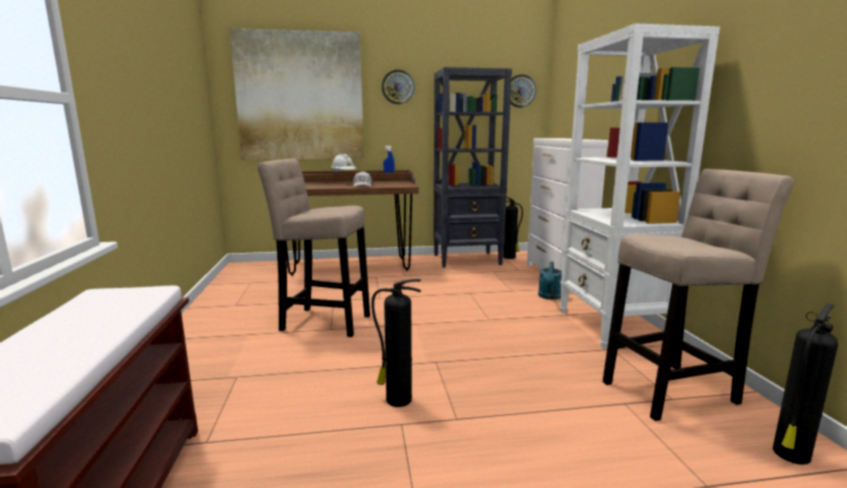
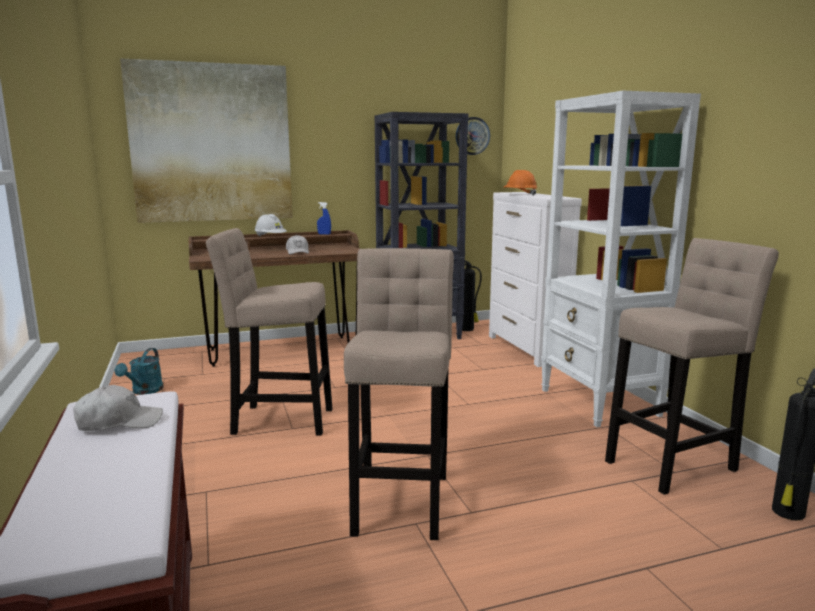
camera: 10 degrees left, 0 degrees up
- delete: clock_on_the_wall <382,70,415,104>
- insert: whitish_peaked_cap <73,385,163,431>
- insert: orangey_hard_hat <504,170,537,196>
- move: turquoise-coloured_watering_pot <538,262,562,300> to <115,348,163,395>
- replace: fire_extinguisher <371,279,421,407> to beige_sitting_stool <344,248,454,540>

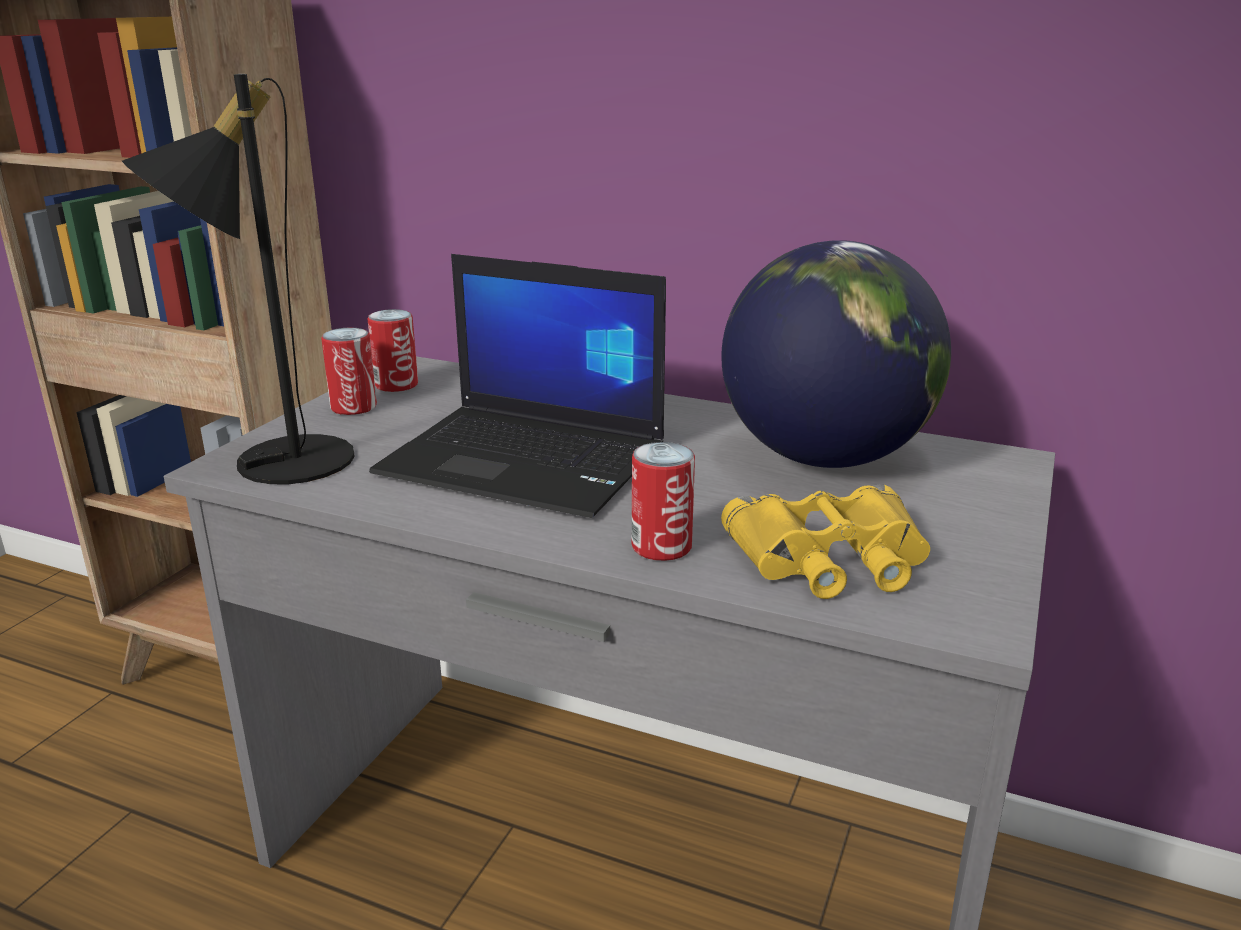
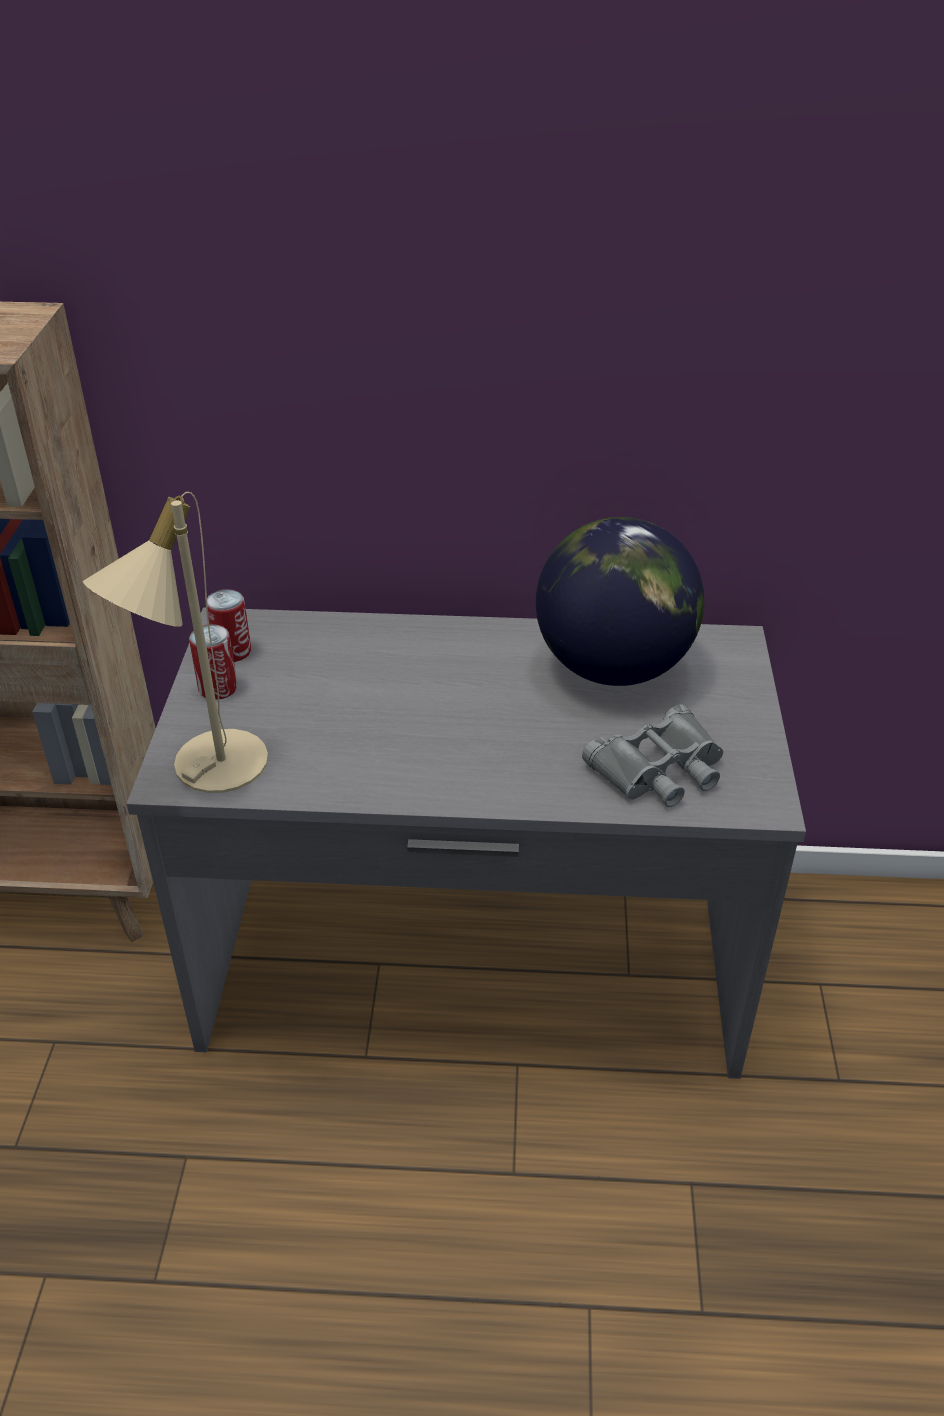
camera: 20 degrees left, 15 degrees up
- delete: notebook_computer <369,254,666,518>
- delete: metal_can <632,442,695,561>
- recolor: black-coloured_table_lamp <122,74,355,484> to beige_table_lamp <83,492,268,793>
- recolor: yellow_binoculars <721,484,930,599> to grey_binoculars <582,704,723,807>

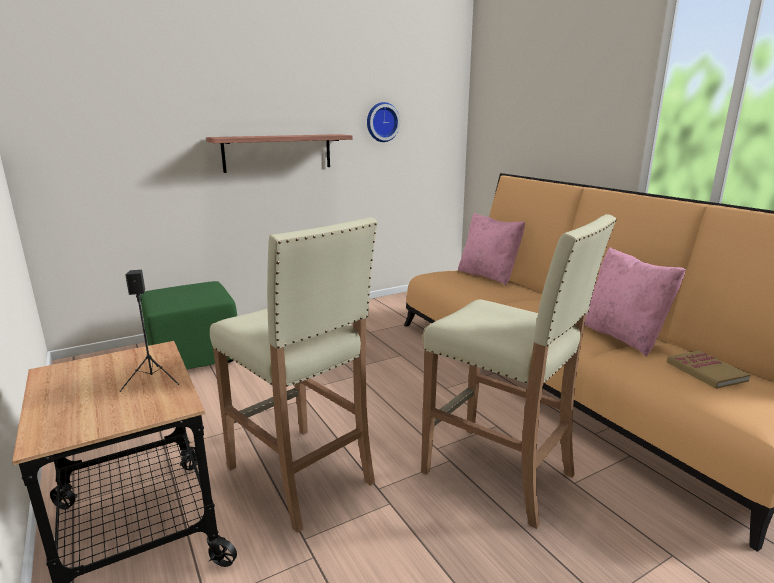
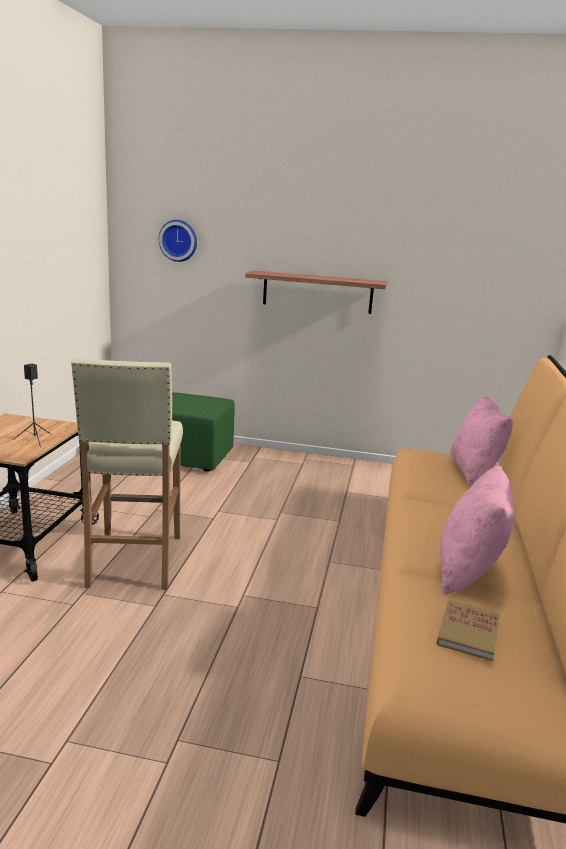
camera: 40 degrees right, 0 degrees up
- delete: beige_sitting_stool <421,214,617,529>
- move: clock_on_the_wall <367,102,400,142> to <159,220,197,262>

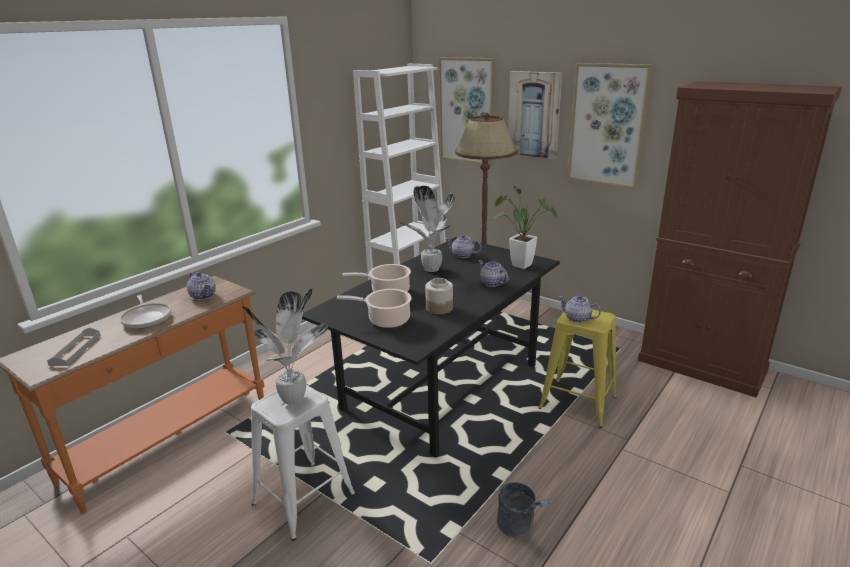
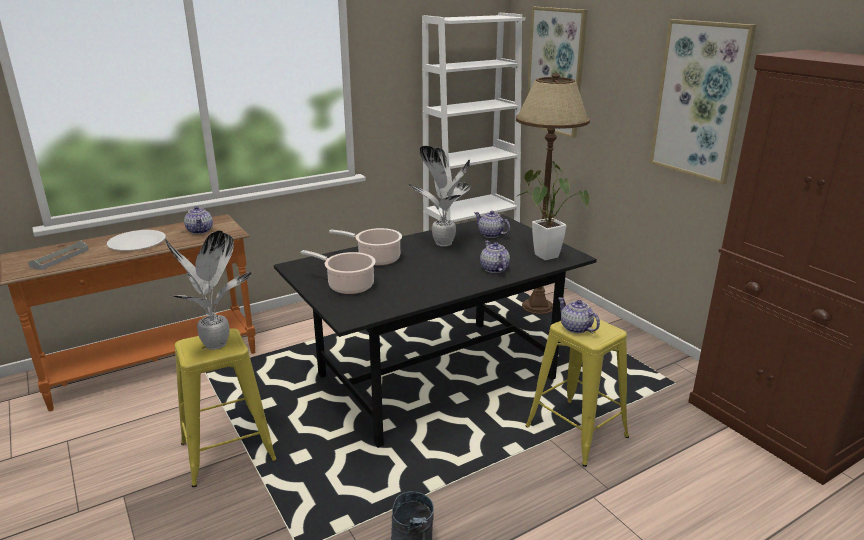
camera: 20 degrees right, 0 degrees up
- delete: preserve_jar <425,278,453,314>
- delete: picture <508,71,563,159>
- replace: skillet <120,295,171,329> to whitish_plate <107,230,166,251>
- recolor: whitish_sitting_stool <251,384,355,541> to yellow_sitting_stool <175,329,277,487>

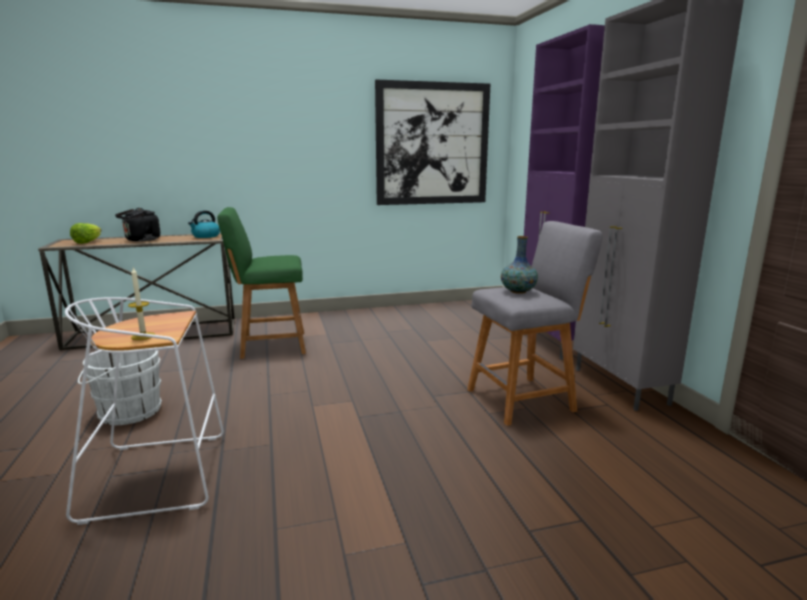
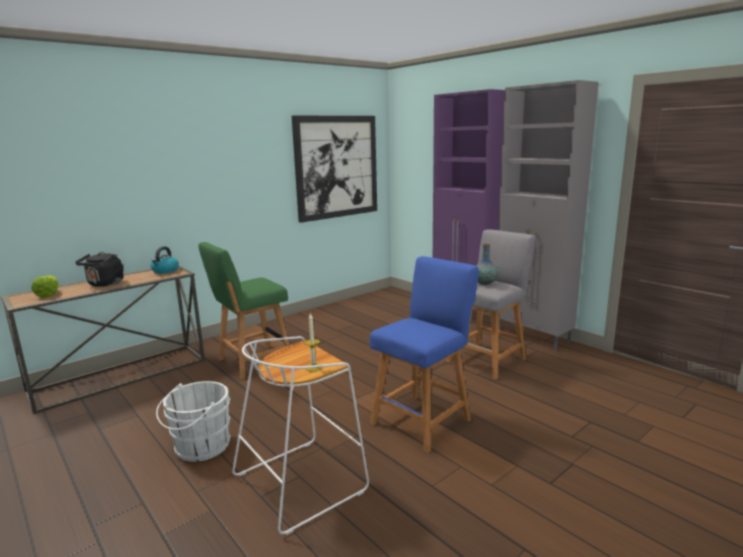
camera: 25 degrees left, 0 degrees up
- insert: bluish_sitting_stool <370,256,479,453>

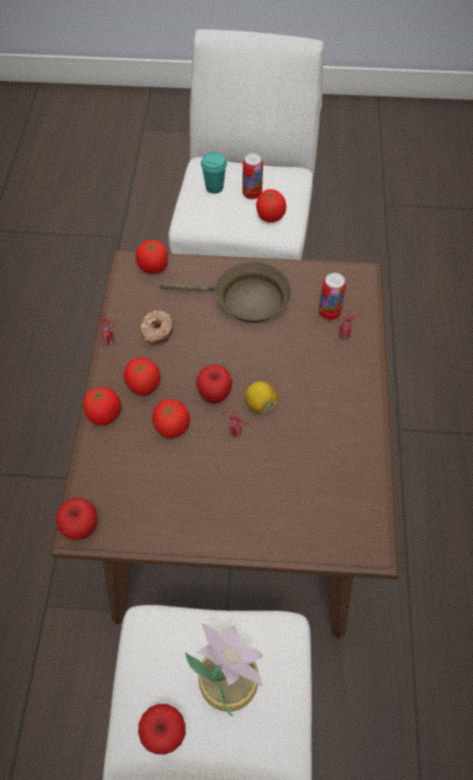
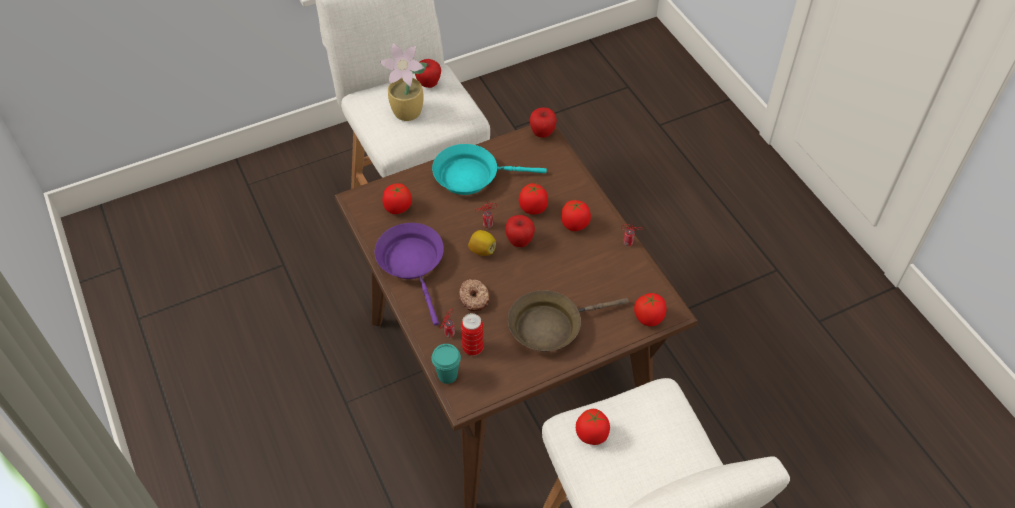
camera: 150 degrees right, 5 degrees down
- delete: metal_can <242,153,263,200>
- insert: purple-coloured_skillet <375,223,444,326>
- insert: turquoise-coloured_skillet <432,144,547,195>
- move: whole_tomato <83,387,121,425> to <382,183,412,214>
- move: donut <140,310,174,346> to <459,279,490,311>
- move: turquoise-coloured_drinking_cup <201,152,227,194> to <431,344,461,384>

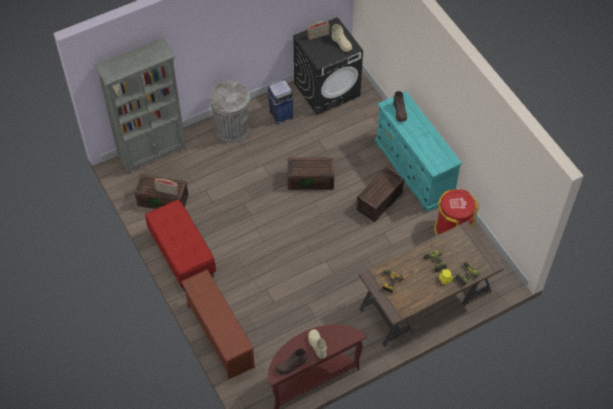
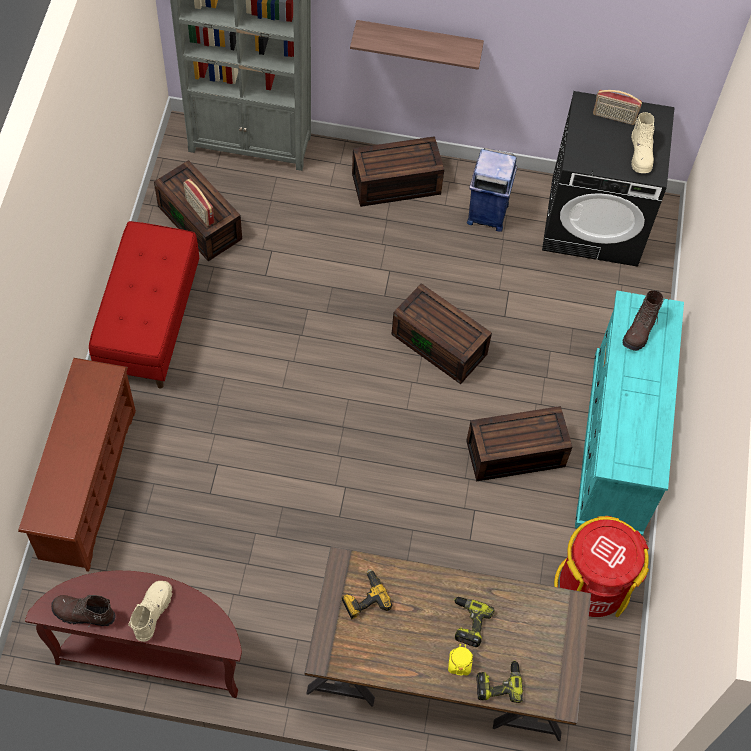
camera: 35 degrees right, 5 degrees up
- insert: shelf <350,20,484,70>
- replace: grey_waste_bin <209,81,250,142> to brownish_storage_box <352,136,444,207>

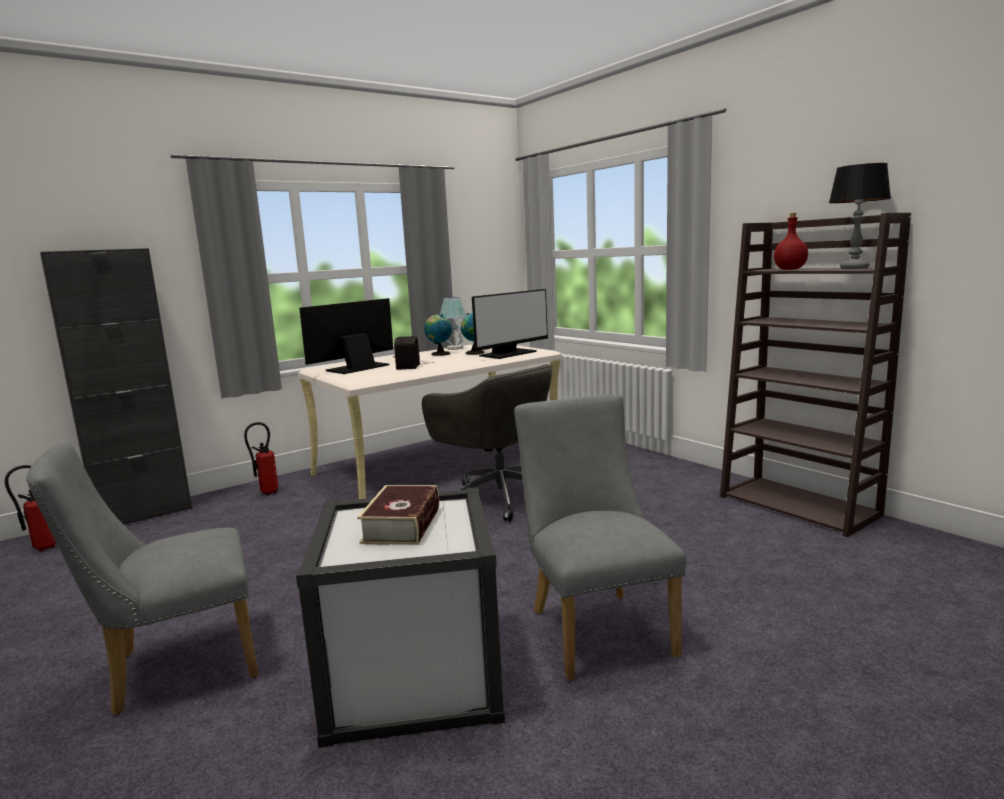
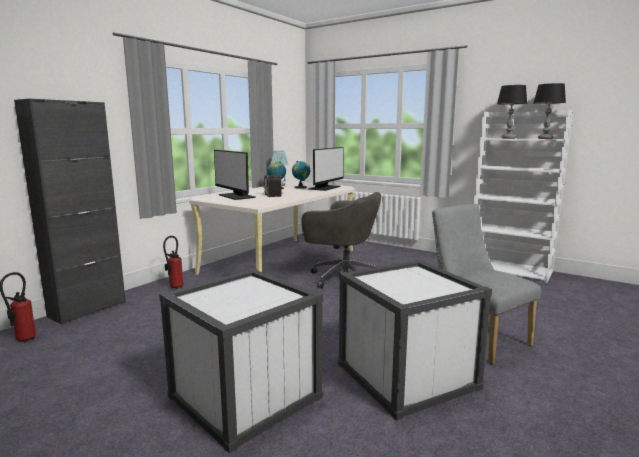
camera: 20 degrees left, 0 degrees up
- delete: bound_book <357,485,439,545>
- replace: grey_upright_chair <26,442,259,715> to whitish_storage_box <159,268,323,453>
- replace: red_beverage_bottle <774,213,808,270> to table_lamp <497,85,527,139>
- recolor: brownish_bookcase <720,213,911,537> to whitish_bookcase <474,110,573,283>
- rotate: computer_screen <299,298,393,374> = <214,150,256,200> 60 degrees counterclockwise

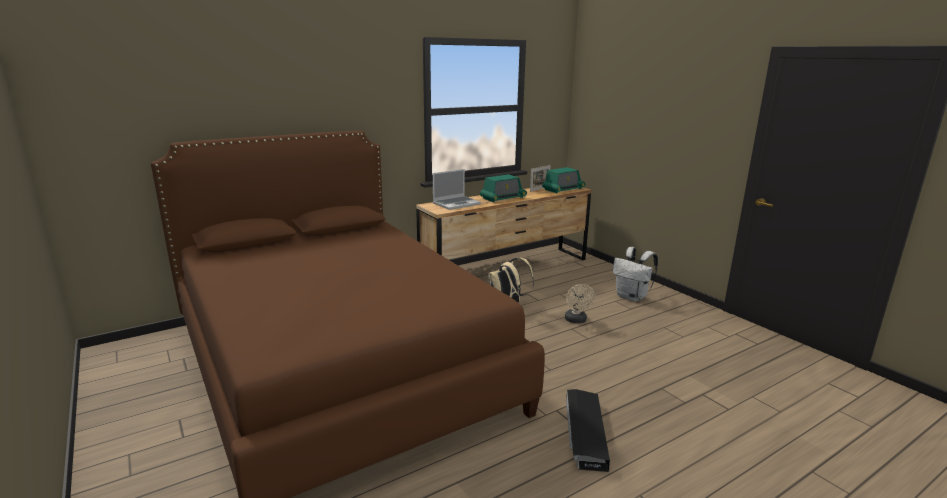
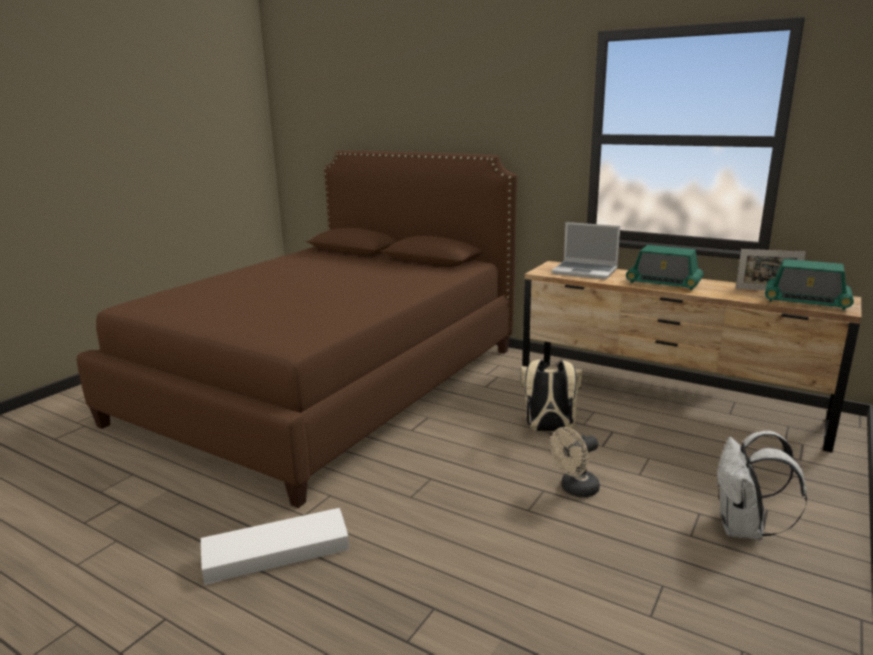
camera: 65 degrees right, 0 degrees up
- recolor: black-coloured_storage_box <566,389,610,472> to whitish_storage_box <201,508,349,585>

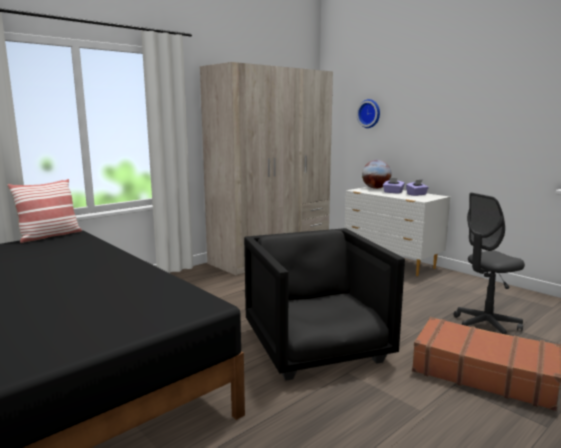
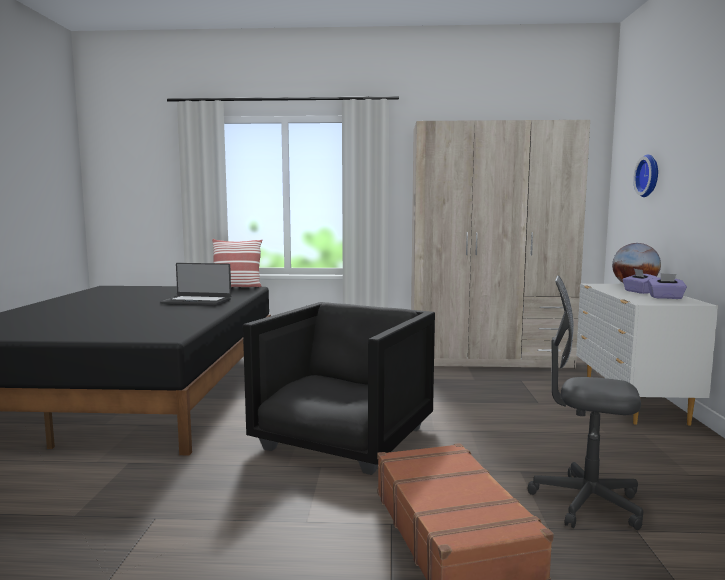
camera: 45 degrees right, 5 degrees down
- insert: notebook_computer <160,263,231,305>

